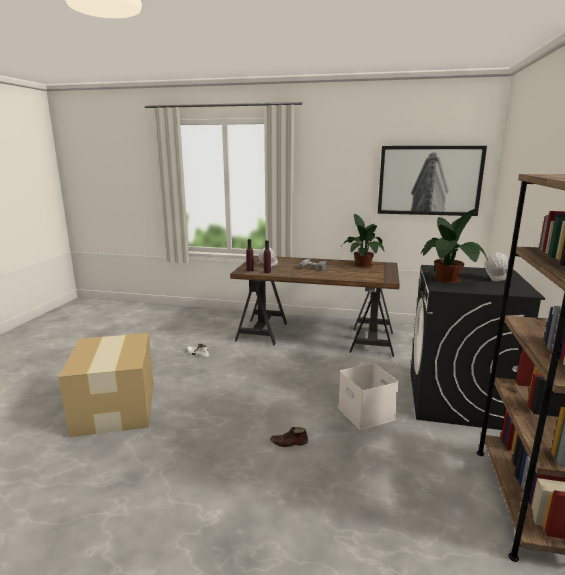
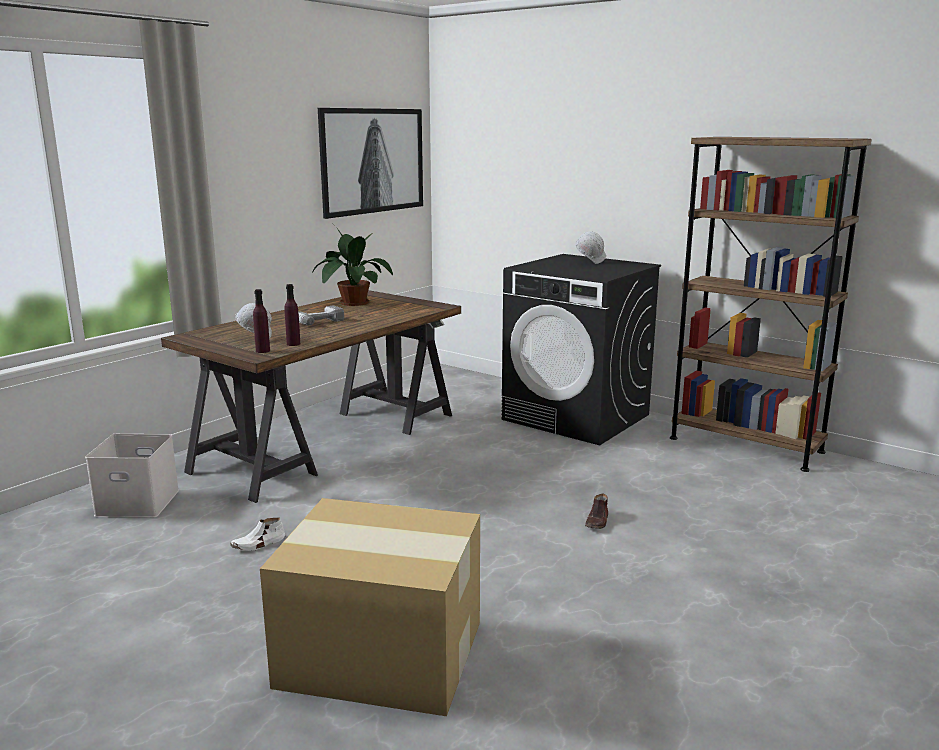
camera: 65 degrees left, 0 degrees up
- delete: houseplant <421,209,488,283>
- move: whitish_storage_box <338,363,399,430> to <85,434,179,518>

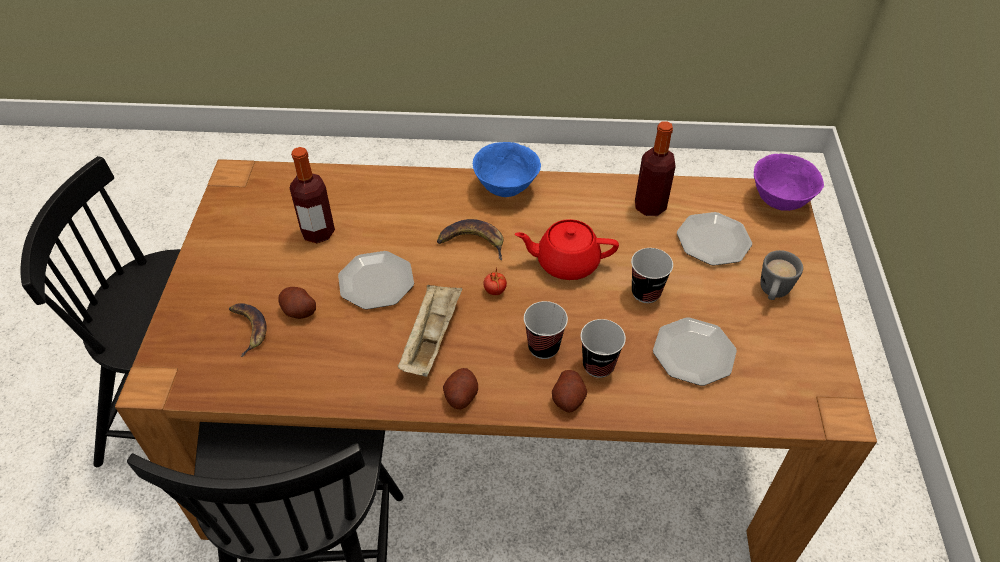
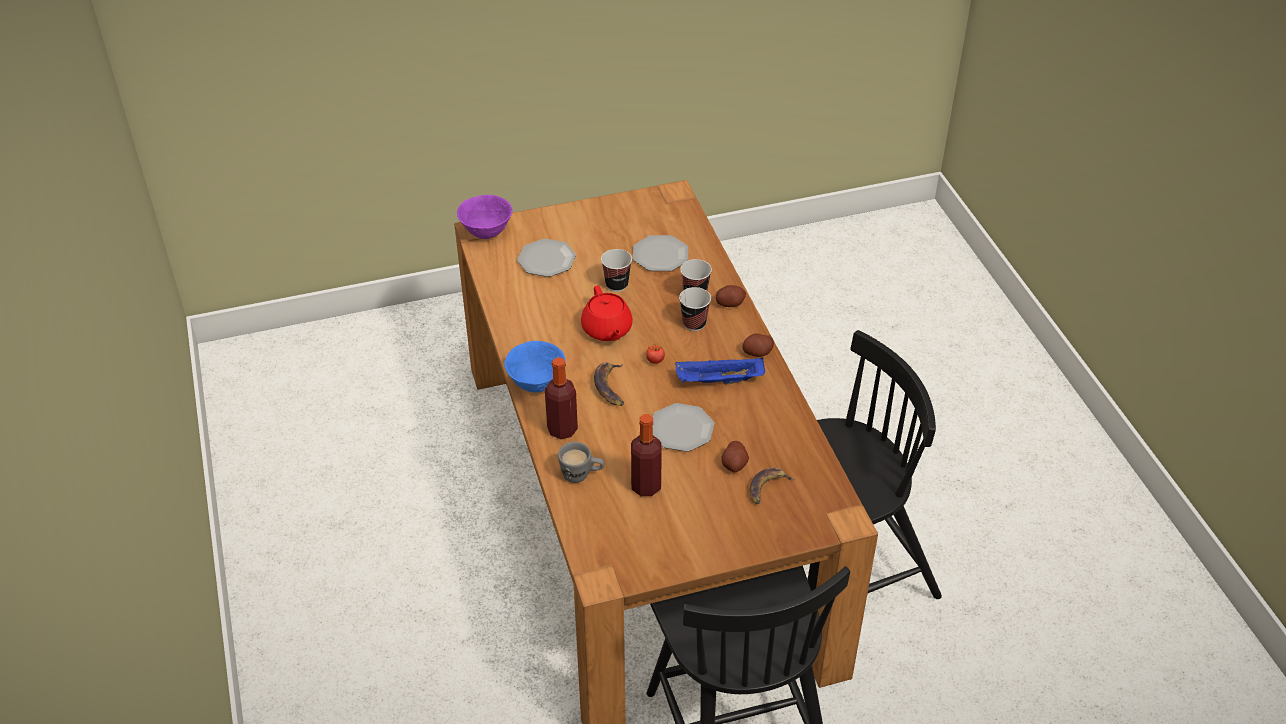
camera: 110 degrees left, 5 degrees down
- move: beverage_bottle <635,121,676,216> to <545,357,578,439>
- move: grey_mug <760,250,803,300> to <558,442,604,483>
- recolor: beige_serving_tray <398,285,462,377> to bluish_serving_tray <675,357,765,385>

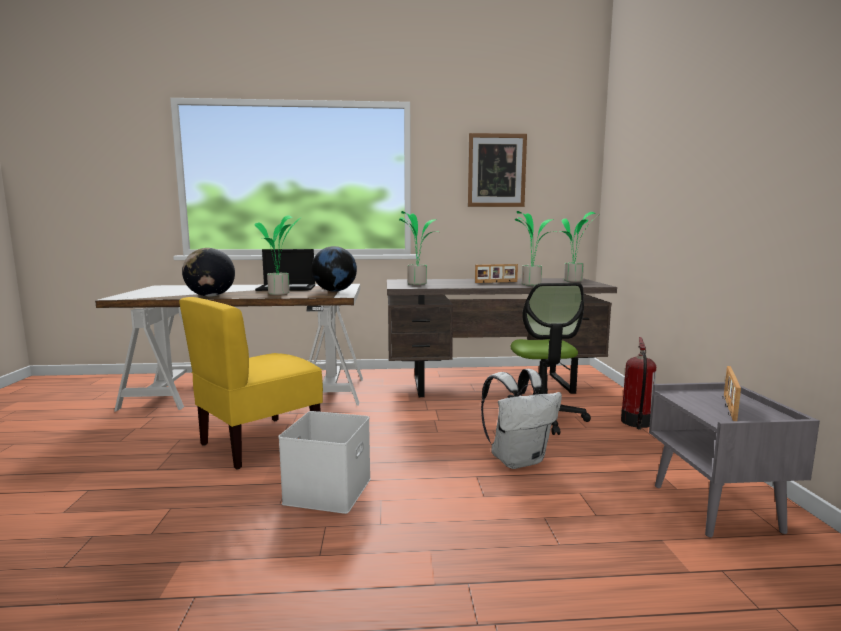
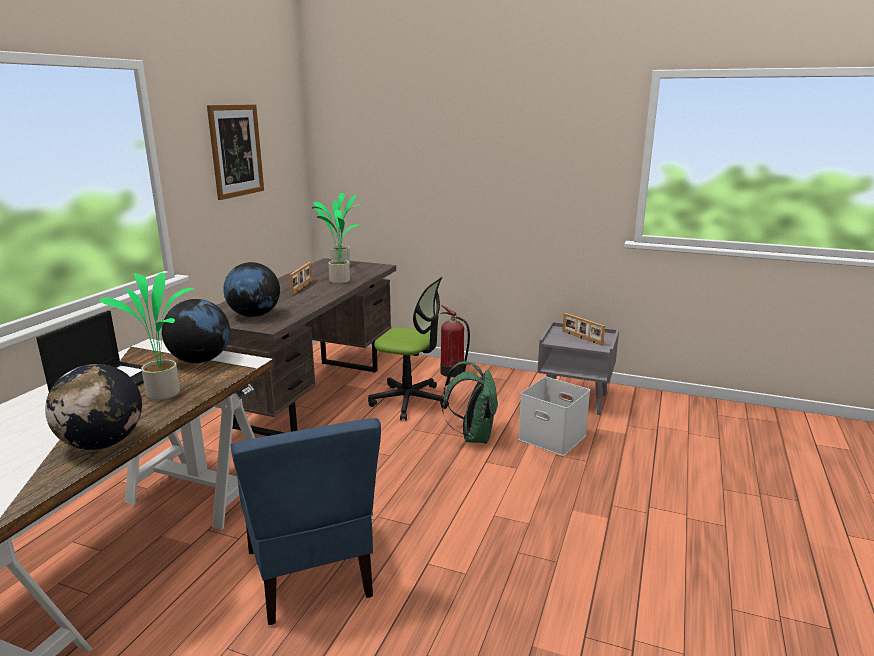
camera: 65 degrees left, 10 degrees up
- move: whitish_storage_box <278,411,371,514> to <518,377,590,456>
- replace: houseplant <399,211,439,285> to world_globe <223,262,280,317>
- recolor: yellow_upright_chair <179,297,323,470> to bluish_upright_chair <231,418,381,625>
- recolor: whitish_rucksack <481,369,562,469> to green_rucksack <442,361,498,444>

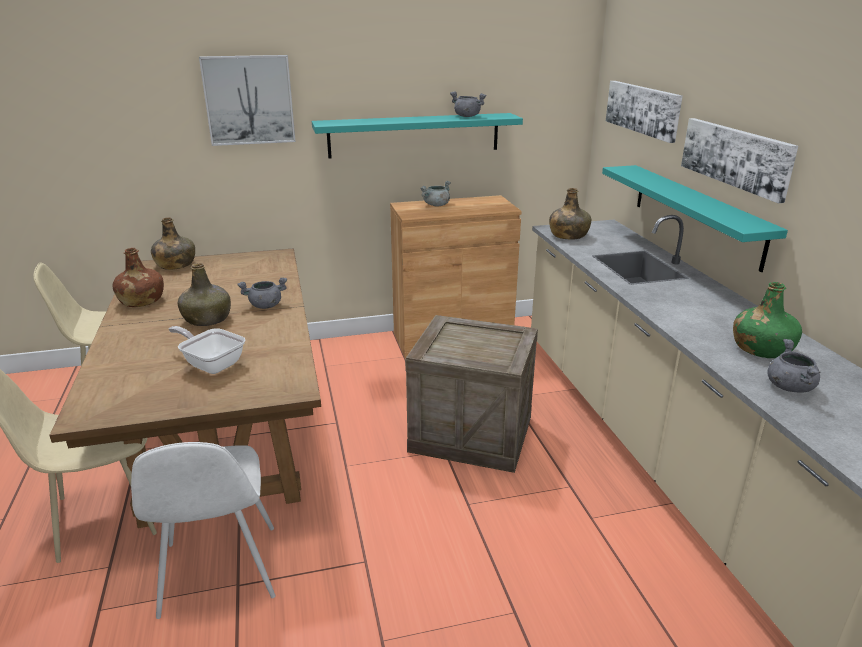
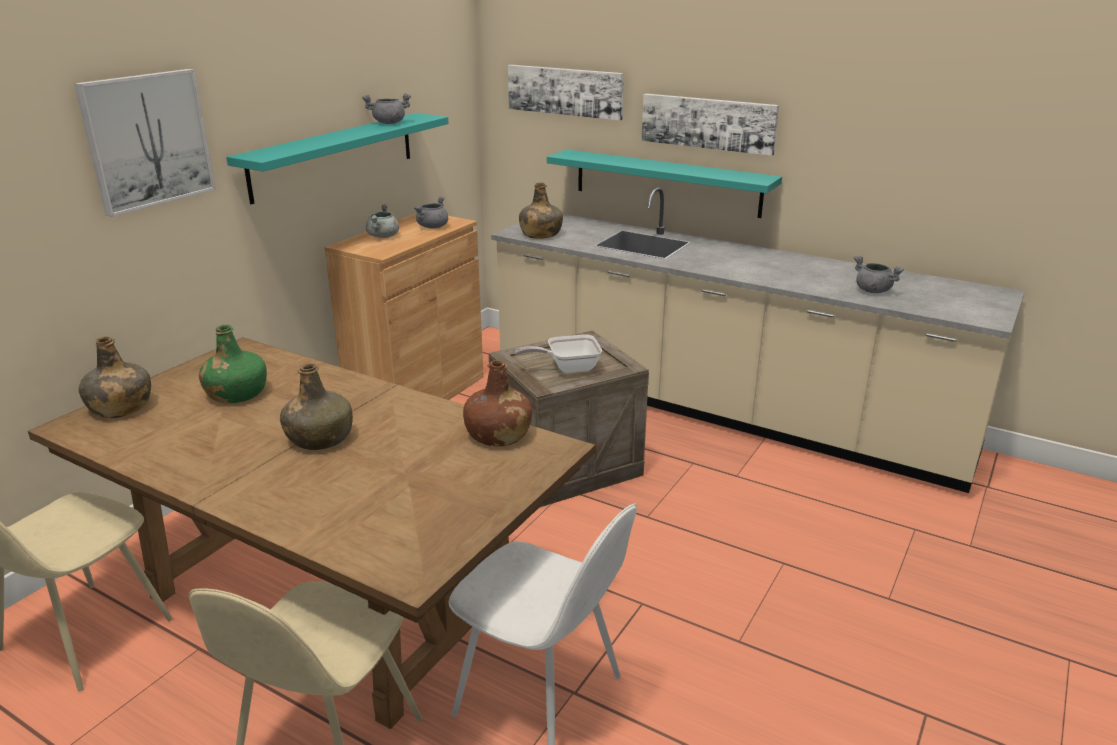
camera: 45 degrees left, 0 degrees up
- move: brownish_beverage_bottle <112,248,164,307> to <463,360,532,447>
- move: skillet <169,326,245,374> to <515,335,602,373>
- move: grey_saucepot <237,277,287,309> to <414,197,448,229>
- move: green_beverage_bottle <733,282,802,358> to <199,325,267,403>

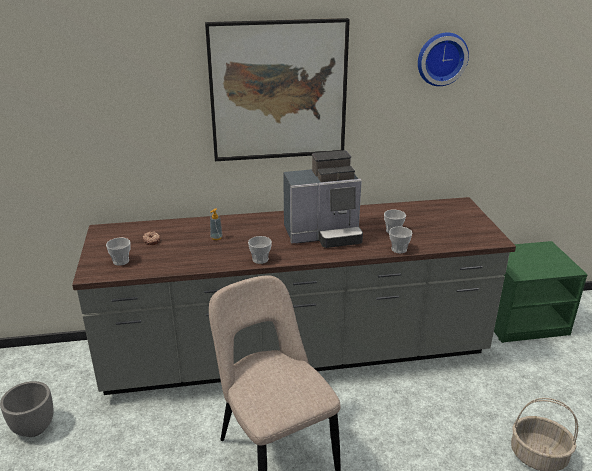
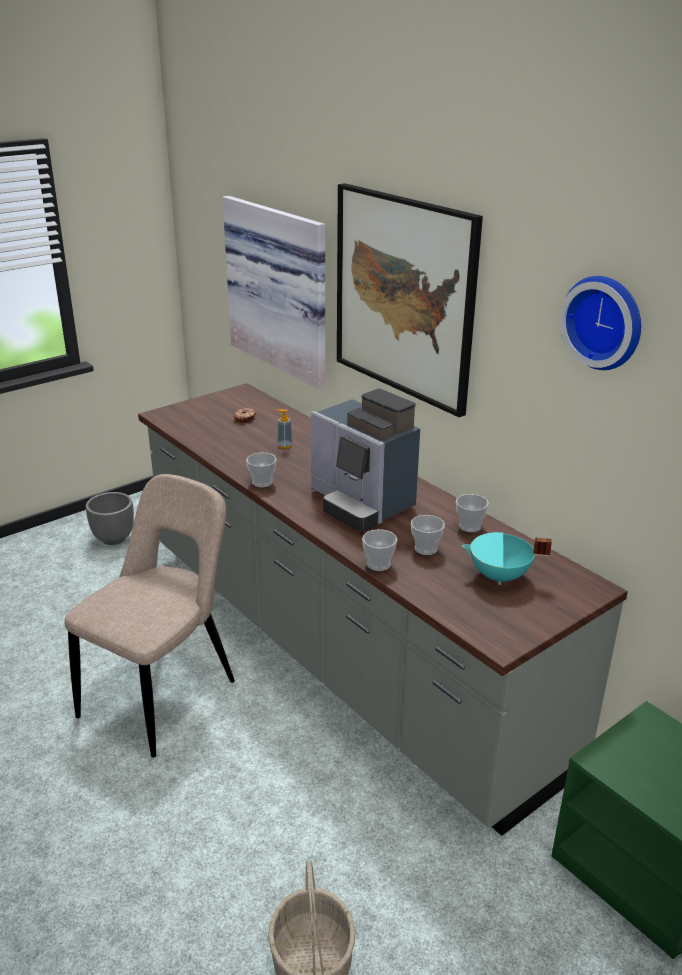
camera: 60 degrees right, 0 degrees up
- insert: picture <223,196,325,389>
- insert: turquoise-coloured_saucepot <462,532,552,585>
- move: drinking_cup <106,238,131,265> to <456,494,489,532>

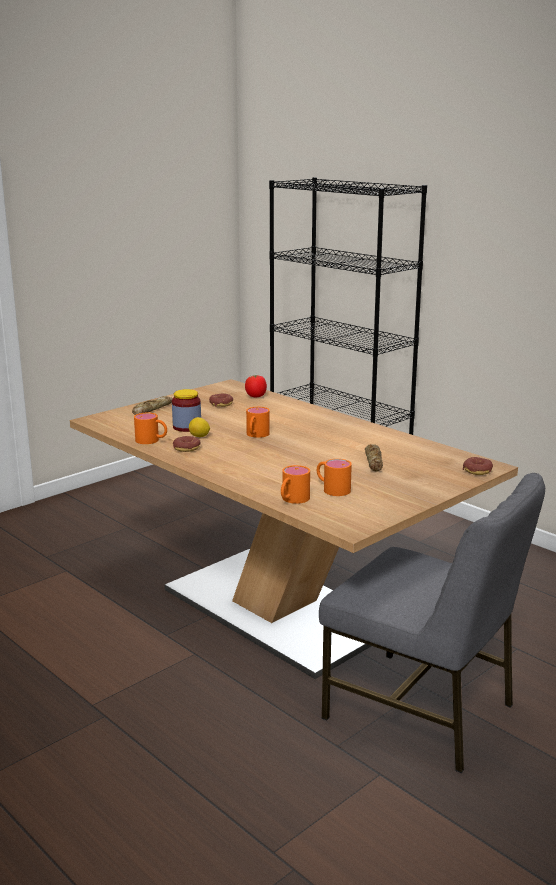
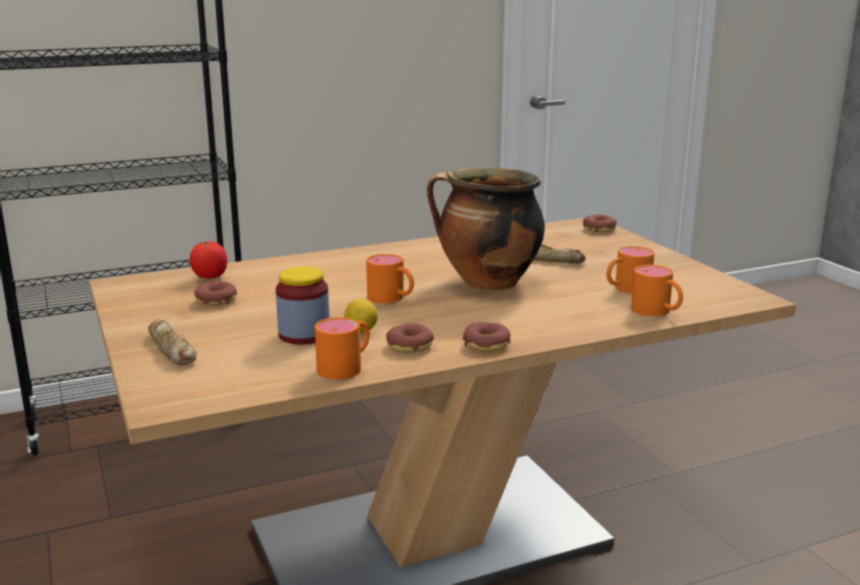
camera: 70 degrees left, 0 degrees up
- delete: grey_upright_chair <319,473,545,773>
- insert: saucepot <427,168,545,290>
- insert: donut <462,322,511,352>

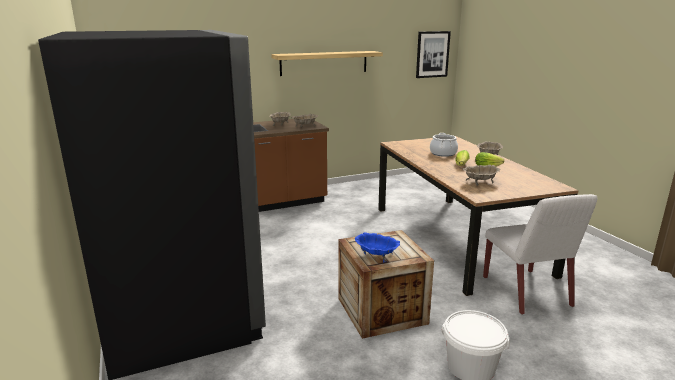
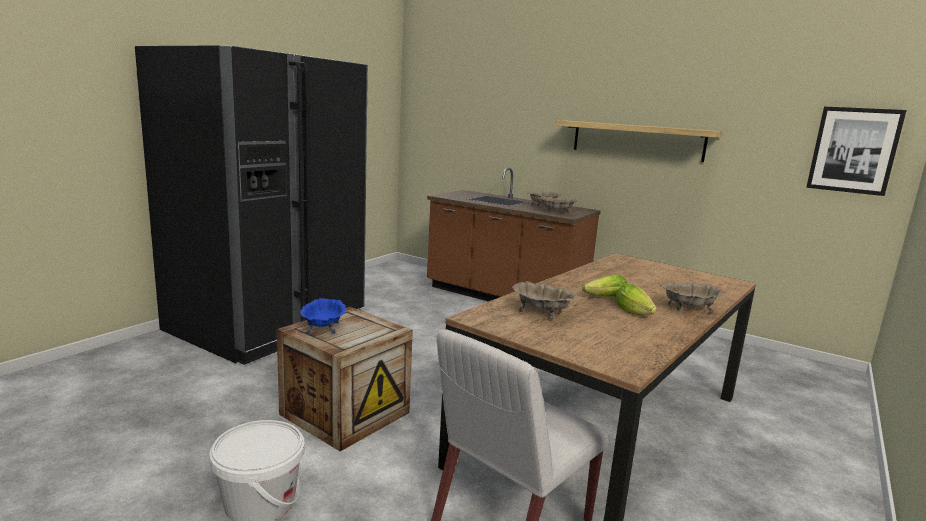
camera: 55 degrees right, 5 degrees down
- delete: saucepot <430,133,458,157>

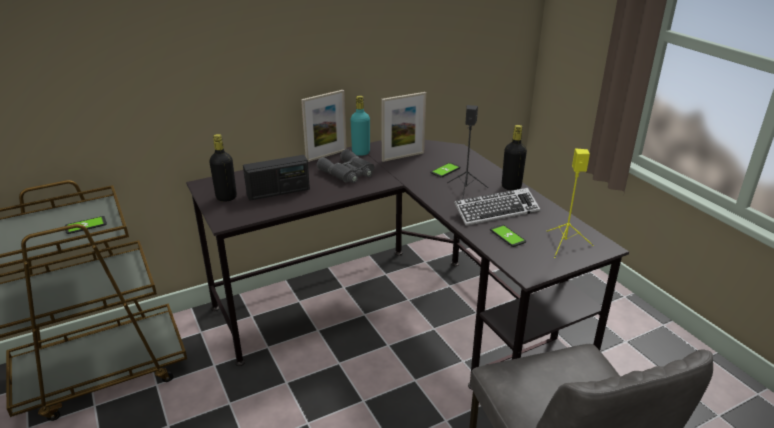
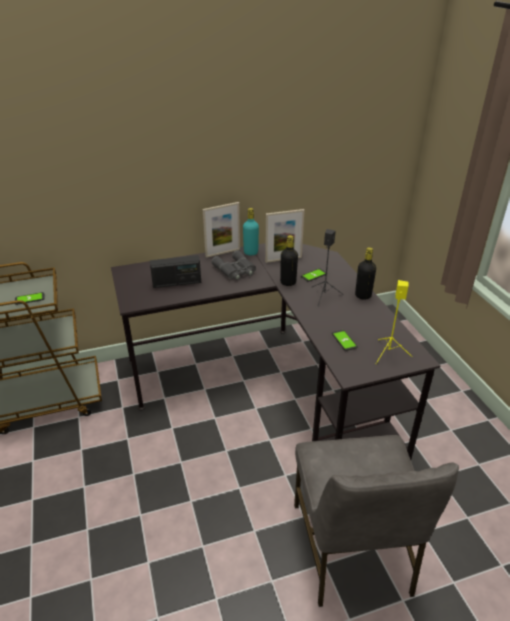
camera: 10 degrees right, 5 degrees up
- delete: PC_keyboard <454,188,540,226>
- move: black-coloured_beverage_bottle <209,134,237,202> to <280,235,298,286>

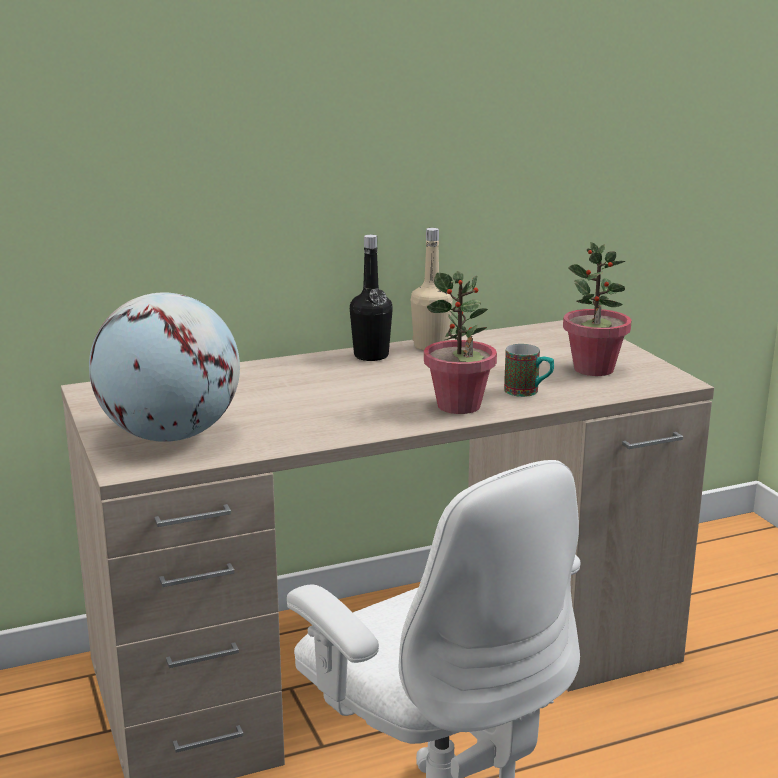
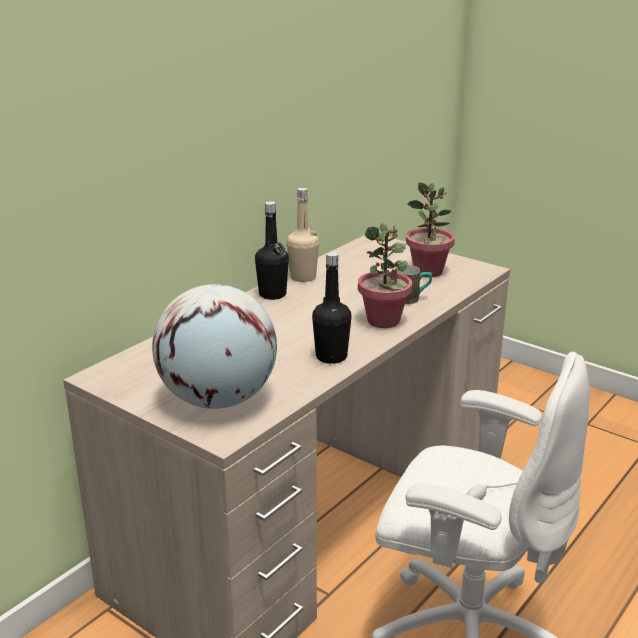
camera: 30 degrees left, 5 degrees up
- insert: black-coloured_beverage_bottle <312,252,351,364>

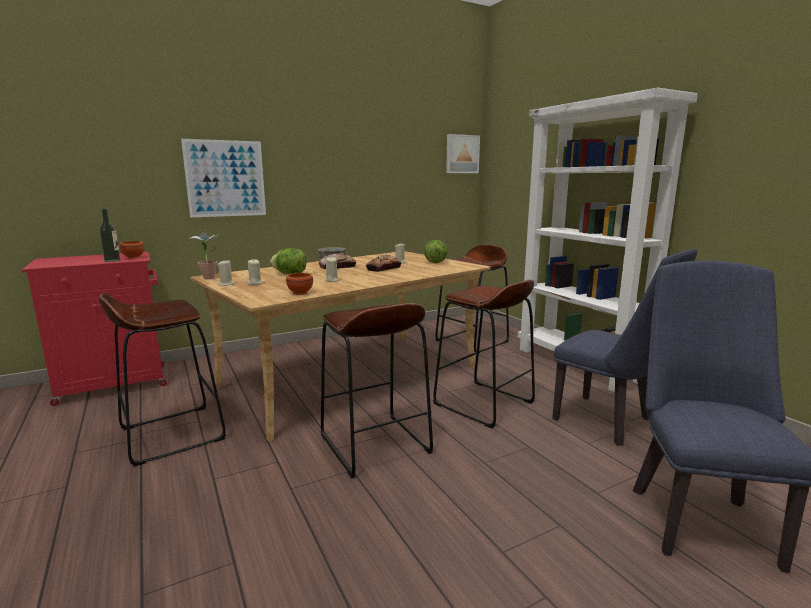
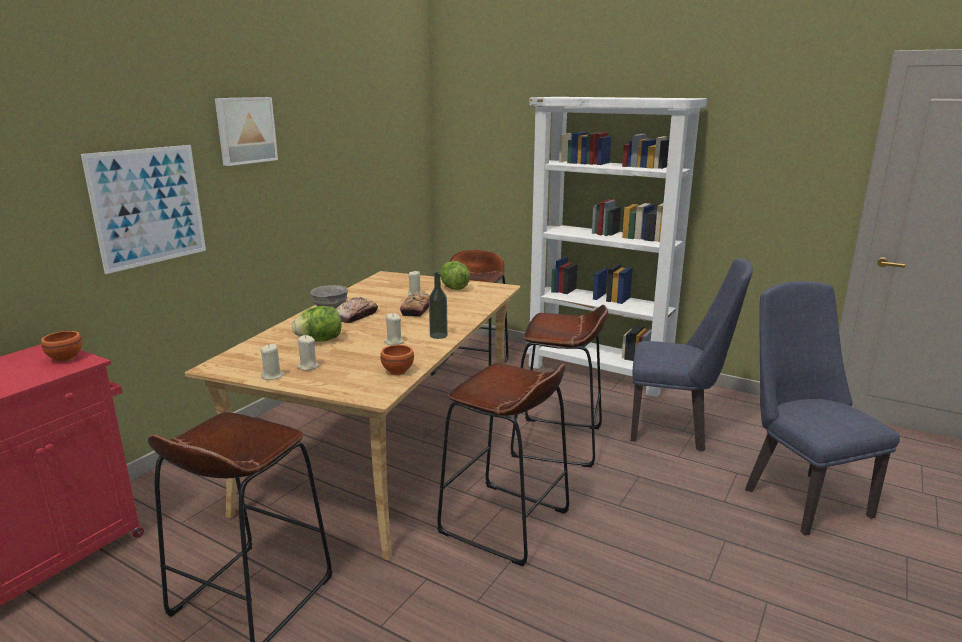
camera: 30 degrees left, 5 degrees up
- delete: houseplant <189,230,221,279>
- move: beverage_bottle <99,209,120,262> to <429,272,448,339>
- move: picture <446,134,480,173> to <215,97,278,166>

